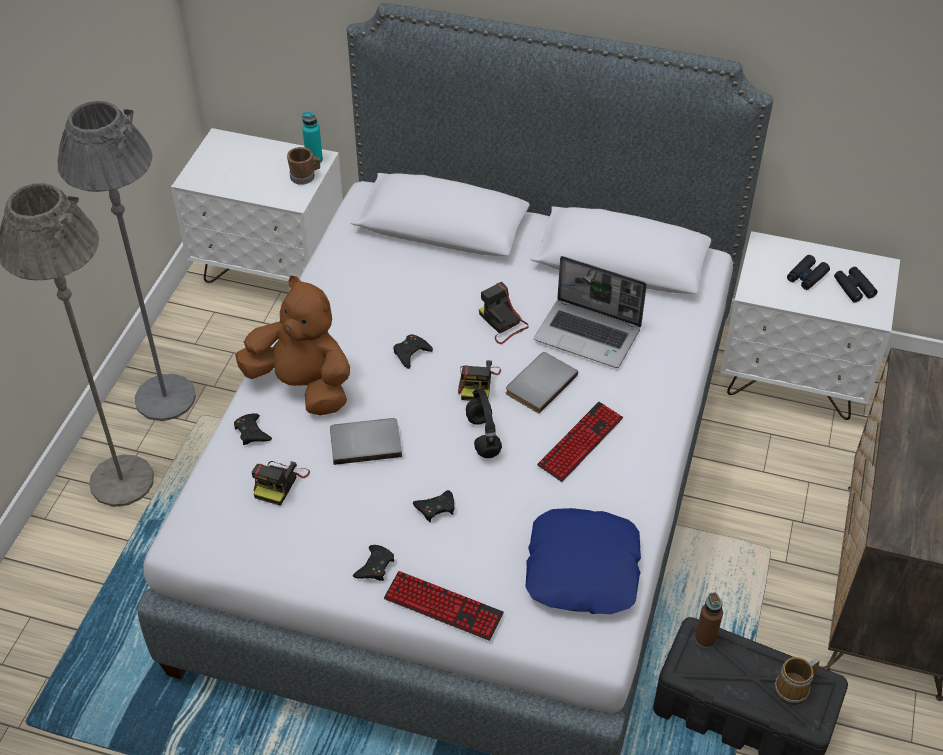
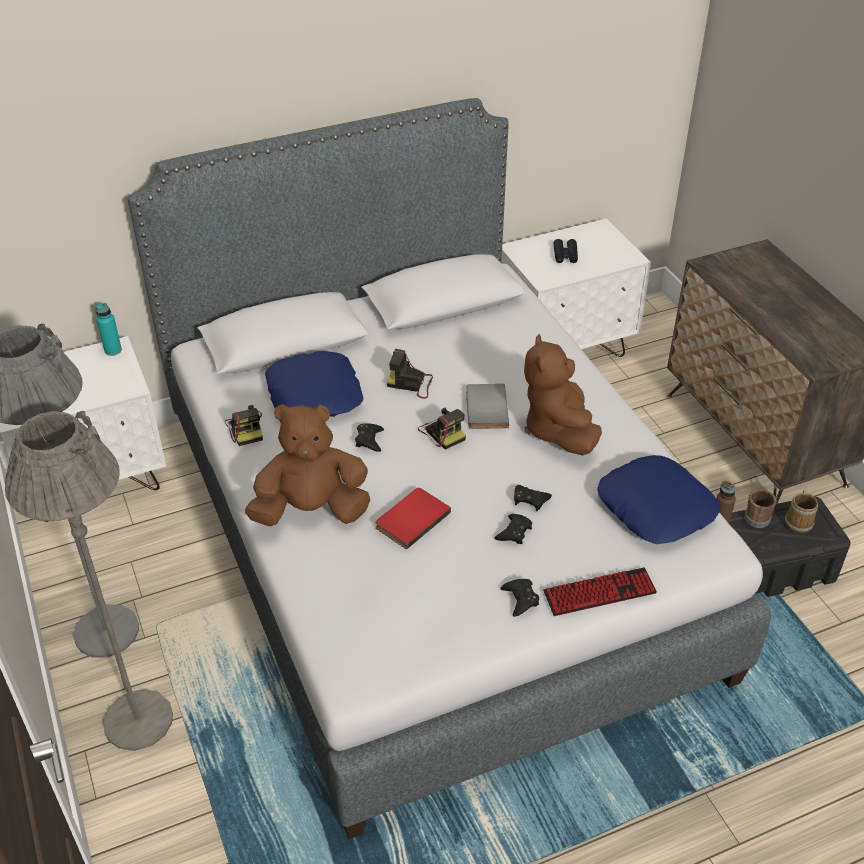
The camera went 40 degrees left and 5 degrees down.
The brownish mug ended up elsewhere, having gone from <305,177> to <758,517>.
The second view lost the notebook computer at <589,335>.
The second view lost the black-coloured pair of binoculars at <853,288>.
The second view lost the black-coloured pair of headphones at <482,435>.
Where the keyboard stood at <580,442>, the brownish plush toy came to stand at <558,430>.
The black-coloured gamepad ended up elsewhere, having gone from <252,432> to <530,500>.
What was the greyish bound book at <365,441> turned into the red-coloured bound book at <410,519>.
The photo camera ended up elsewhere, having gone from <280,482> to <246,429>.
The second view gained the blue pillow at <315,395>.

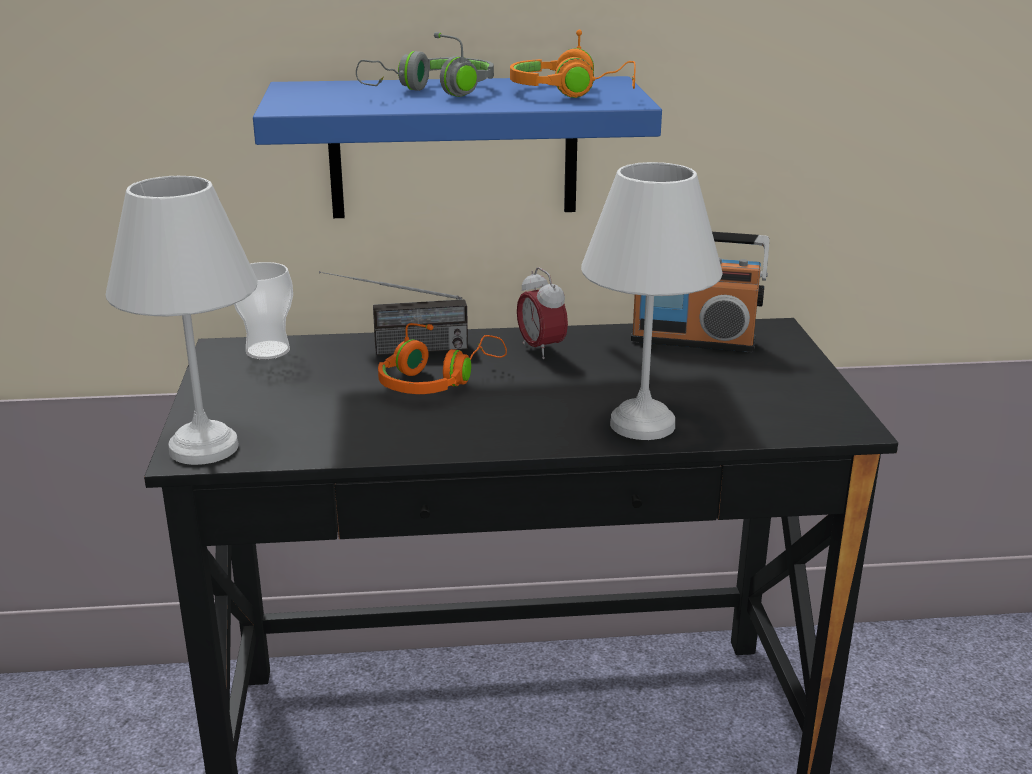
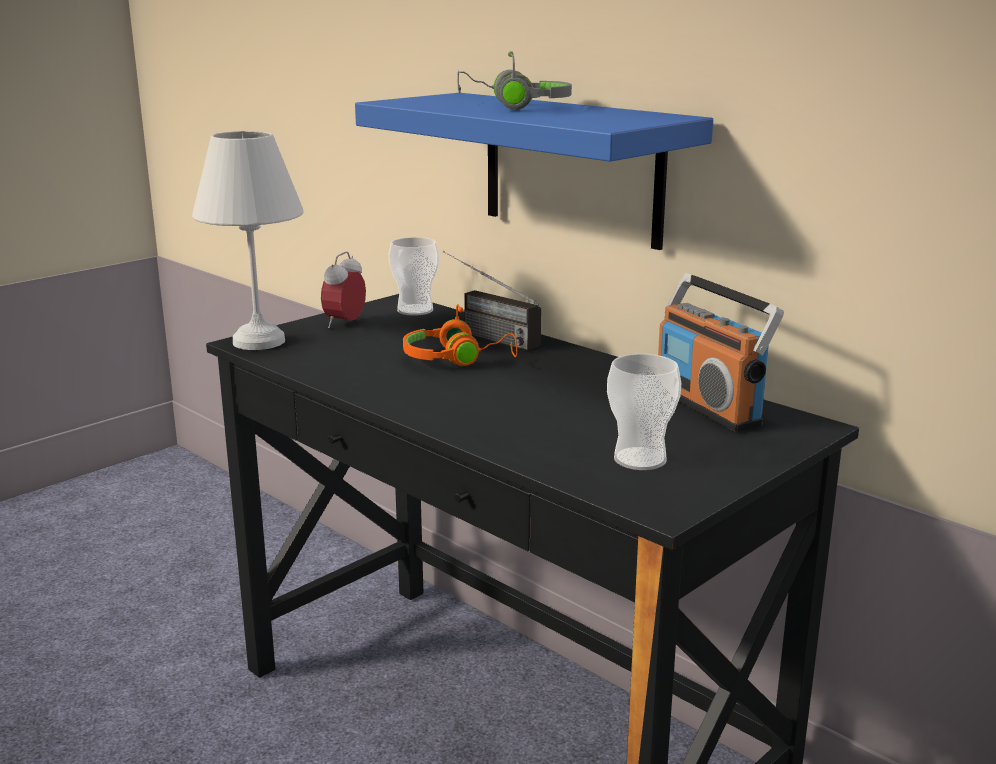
The camera went 50 degrees right and 5 degrees down.
The second view lost the orange-coloured pair of headphones at <571,92>.
The second view lost the white-coloured lamp for a table at <646,424>.
The bedside clock ended up elsewhere, having gone from <541,349> to <345,324>.
The second view gained the cup at <640,459>.

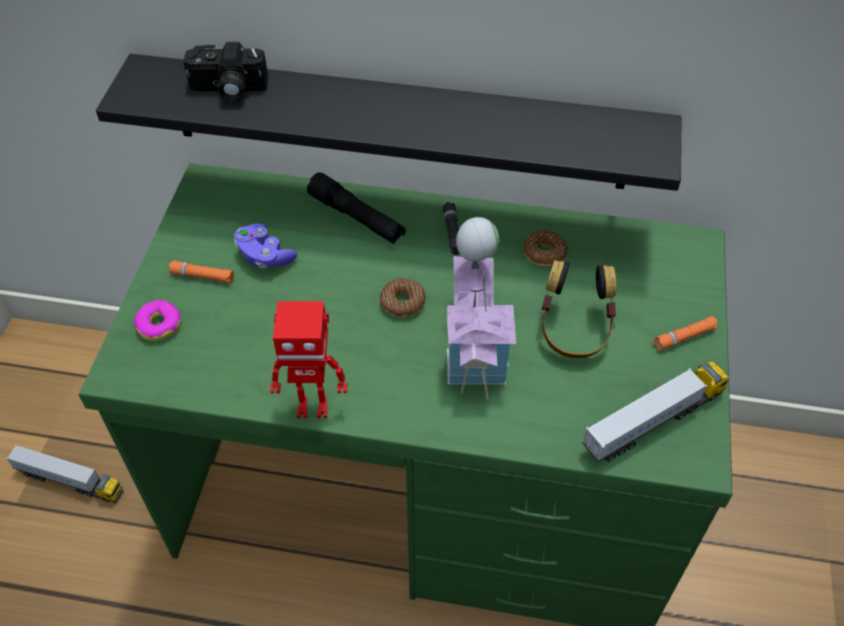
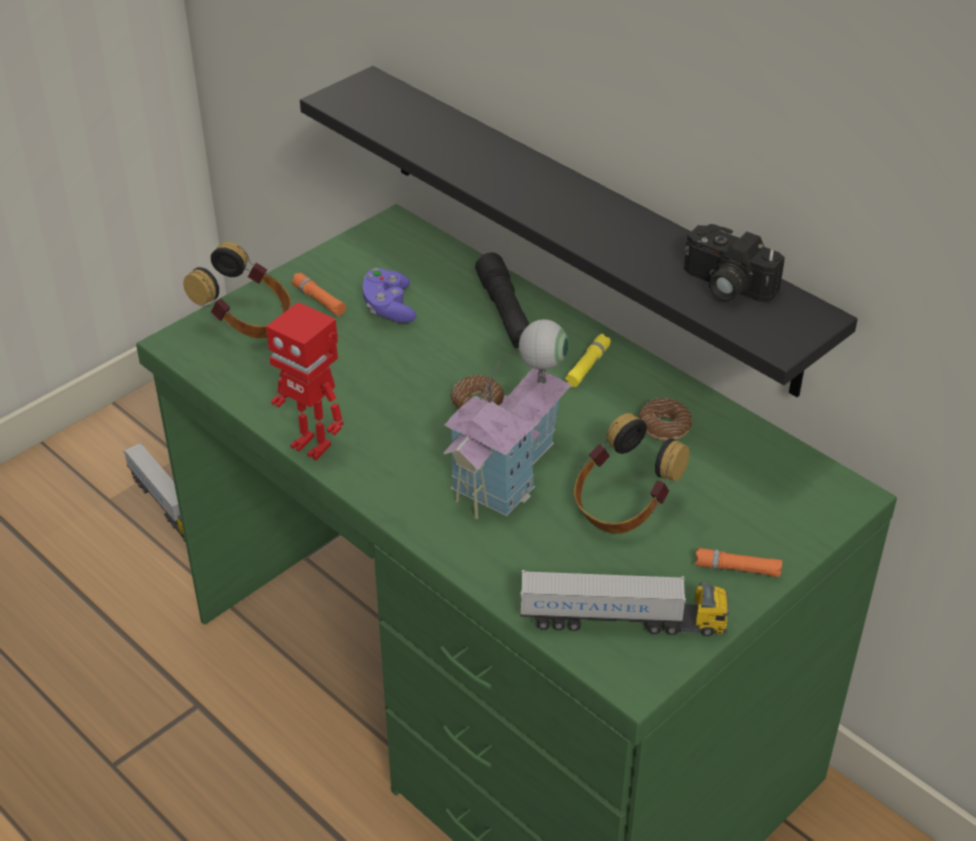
The camera went 35 degrees right and 10 degrees down.
The photo camera ended up elsewhere, having gone from <227,89> to <725,286>.
What was the black-coloured torch at <452,232> turned into the yellow torch at <587,366>.
Where the doughnut stood at <159,325>, the pair of headphones came to stand at <246,321>.

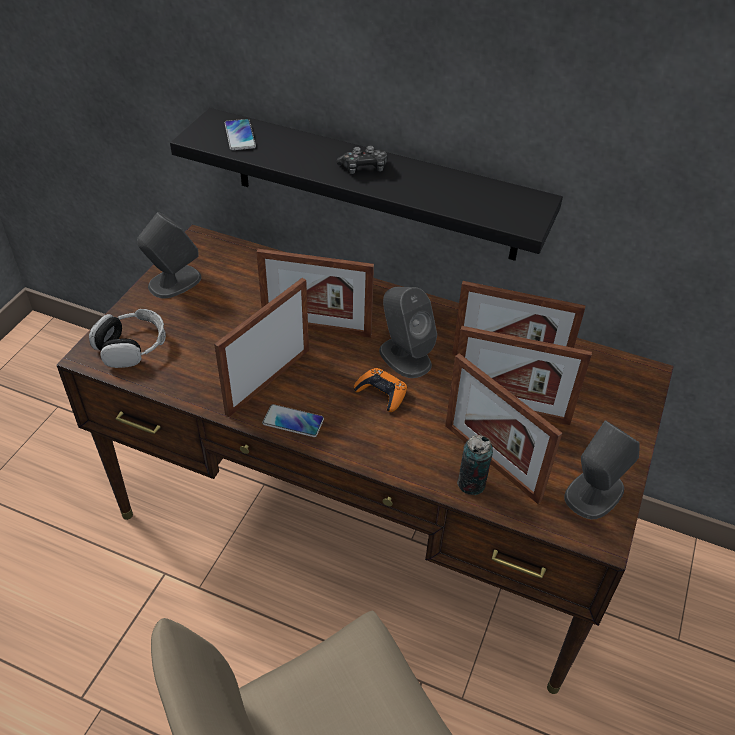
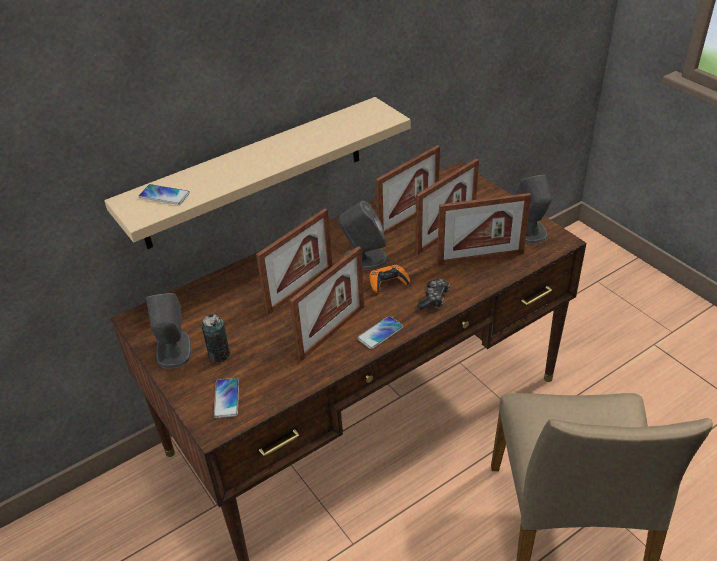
The camera went 55 degrees left and 5 degrees down.
What was the black-coloured wall shelf at <374,185> turned into the sand-coloured wall shelf at <254,173>.
The gamepad ended up elsewhere, having gone from <364,168> to <434,298>.
The standing frame at <268,381> ended up facing another way, 120 degrees counterclockwise from before.
Where the pair of headphones stood at <131,346>, the telephone came to stand at <226,398>.
The sealed can ended up elsewhere, having gone from <471,484> to <219,355>.

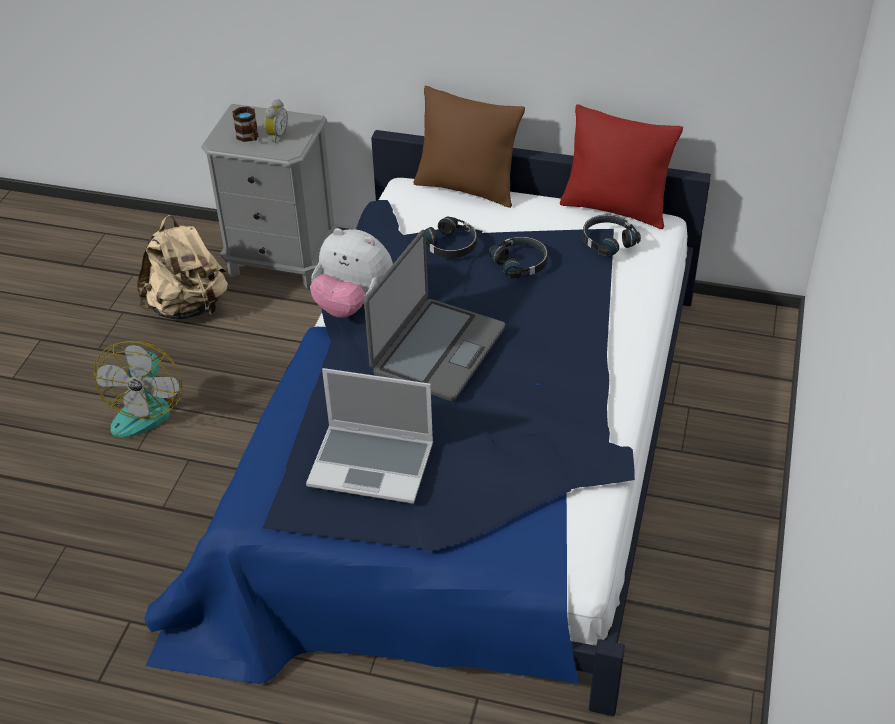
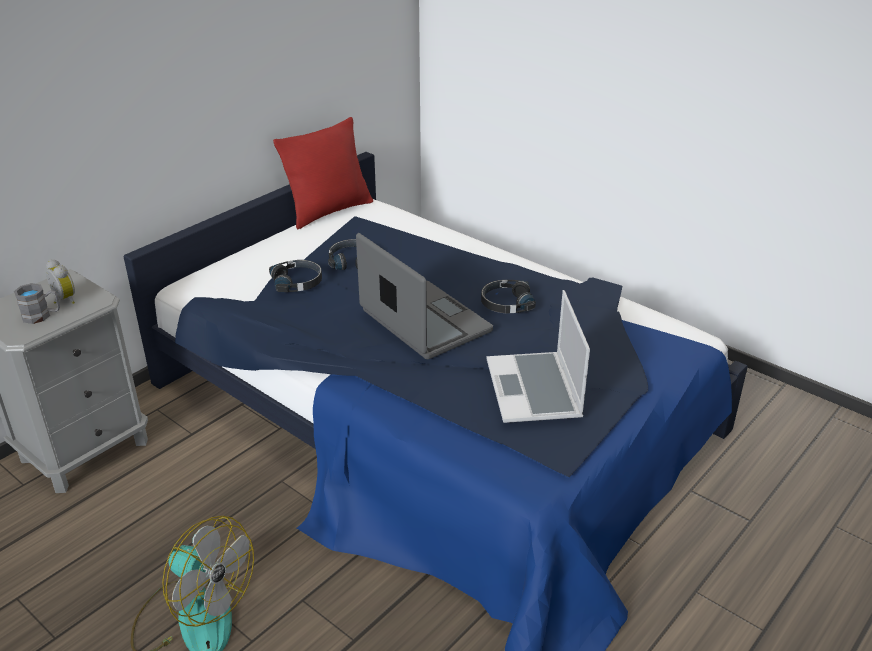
The camera went 65 degrees left and 10 degrees down.
The second view lost the brownish pillow at <467,188>.
What was the brownish mug at <249,137> turned into the greyish mug at <42,316>.
The second view lost the sand-coloured backpack at <188,307>.
The black-coloured pair of headphones ended up elsewhere, having gone from <607,240> to <506,303>.
The second view lost the plush toy at <353,304>.
The notebook computer at <373,464> ended up facing another way, 135 degrees clockwise from before.

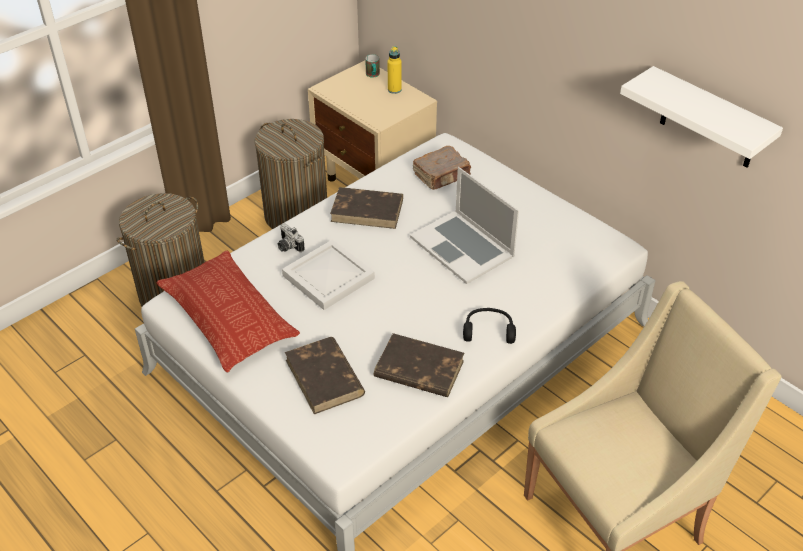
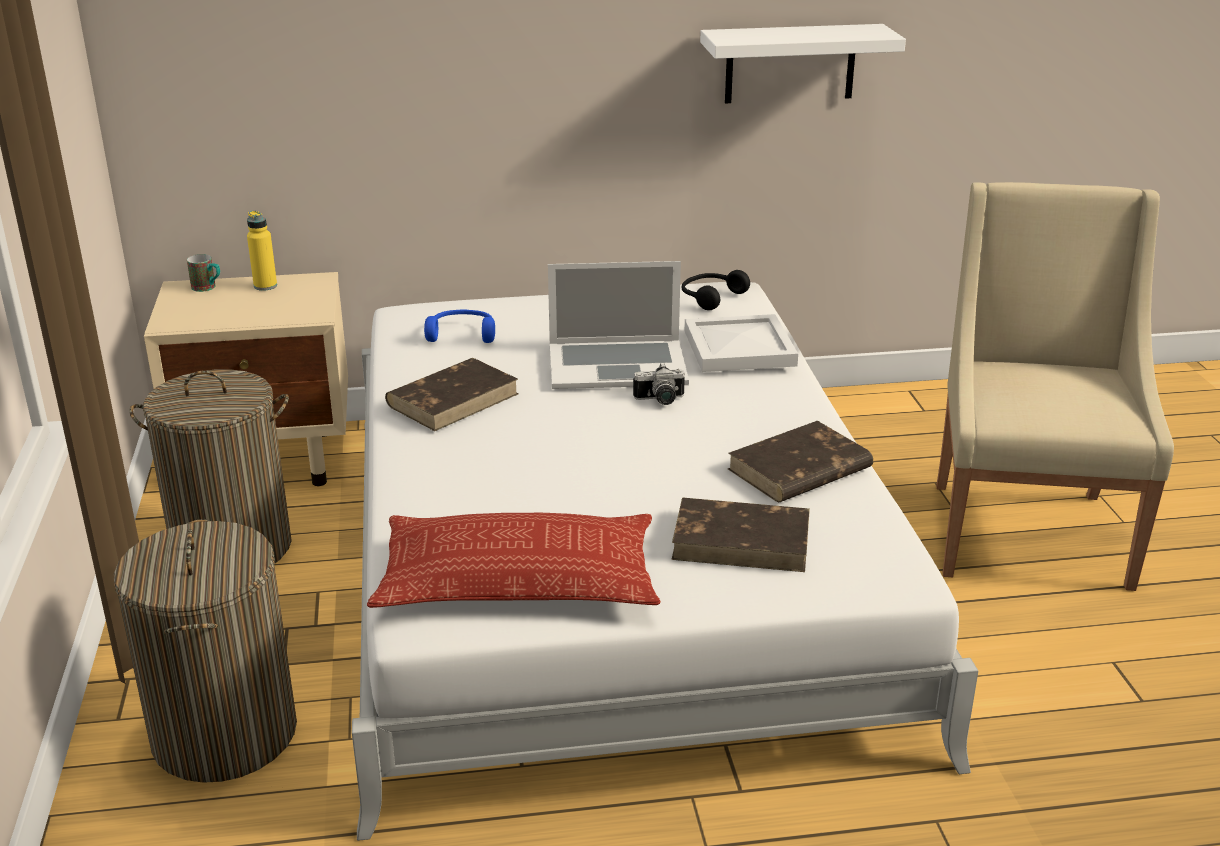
The camera went 55 degrees left and 15 degrees down.
Where the brownish bound book stood at <442,176>, the blue pair of headphones came to stand at <462,334>.
The photo camera ended up elsewhere, having gone from <288,246> to <660,400>.
The white-coloured tray ended up elsewhere, having gone from <328,276> to <737,347>.
The black-coloured pair of headphones ended up elsewhere, having gone from <488,330> to <710,297>.

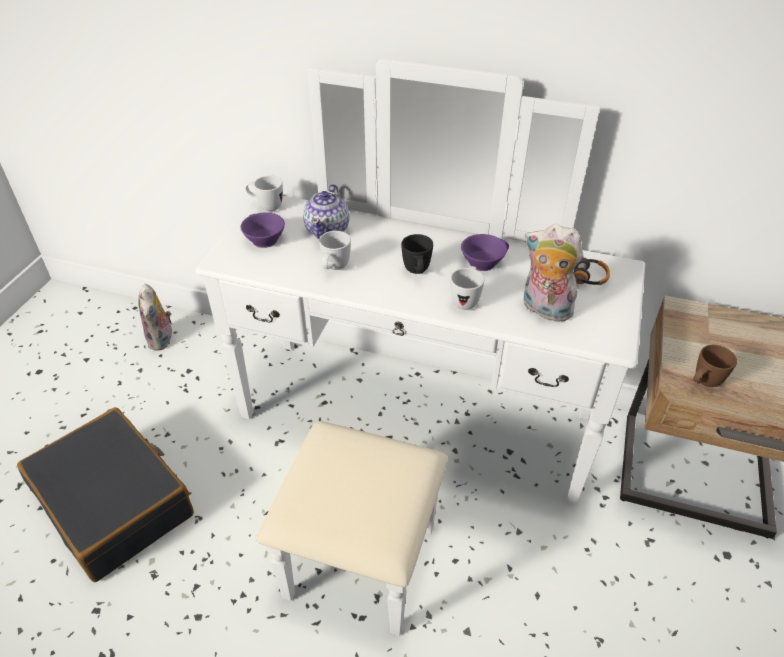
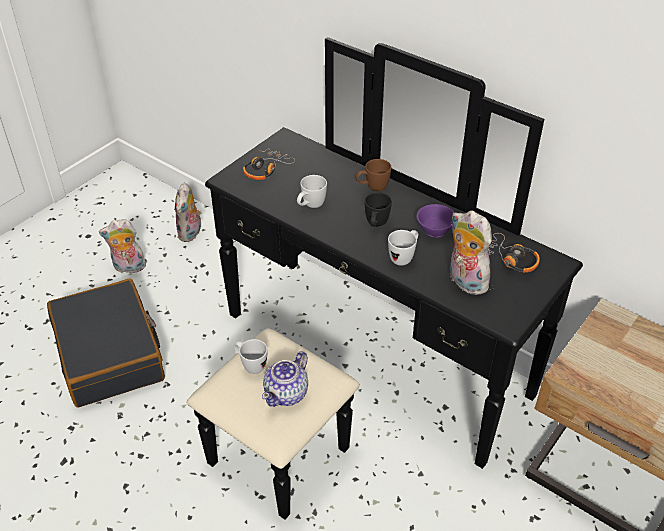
The camera went 20 degrees right and 0 degrees up.
What was the white-coloured drawer chest at <406,445> turned into the black-coloured drawer chest at <356,375>.
The white-coloured mug ended up elsewhere, having gone from <266,206> to <250,365>.
The tea pot ended up elsewhere, having gone from <328,230> to <287,393>.
Where the purplish cup stood at <262,240>, the pair of headphones came to stand at <266,169>.
The brownish mug ended up elsewhere, having gone from <703,383> to <372,188>.
The second view gained the plush toy at <128,268>.

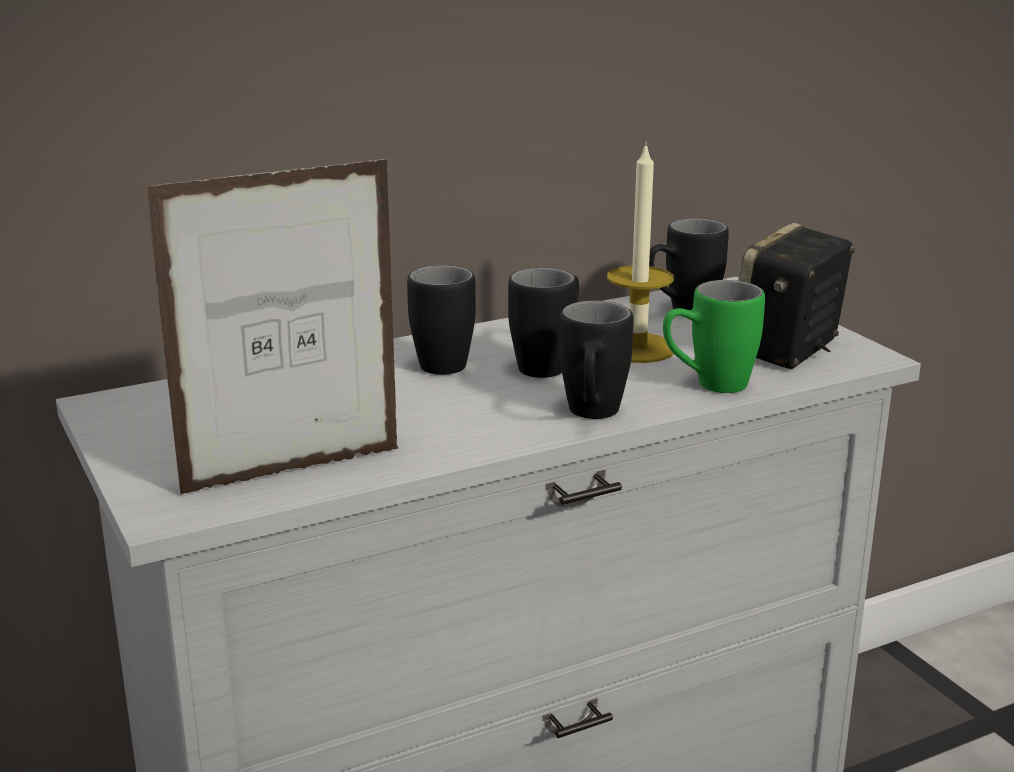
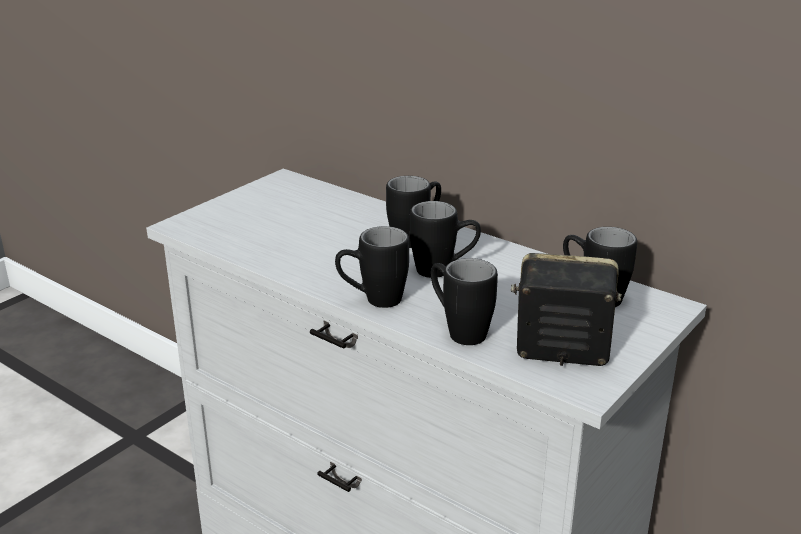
The camera went 65 degrees right and 5 degrees up.
The second view lost the candle at <637,348>.
The second view lost the standing frame at <293,471>.
What was the greenish mug at <707,386> turned into the black-coloured mug at <458,330>.

